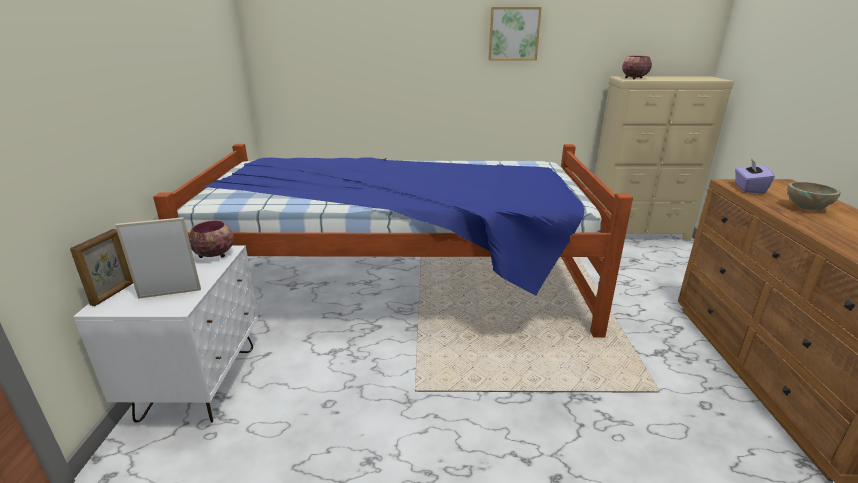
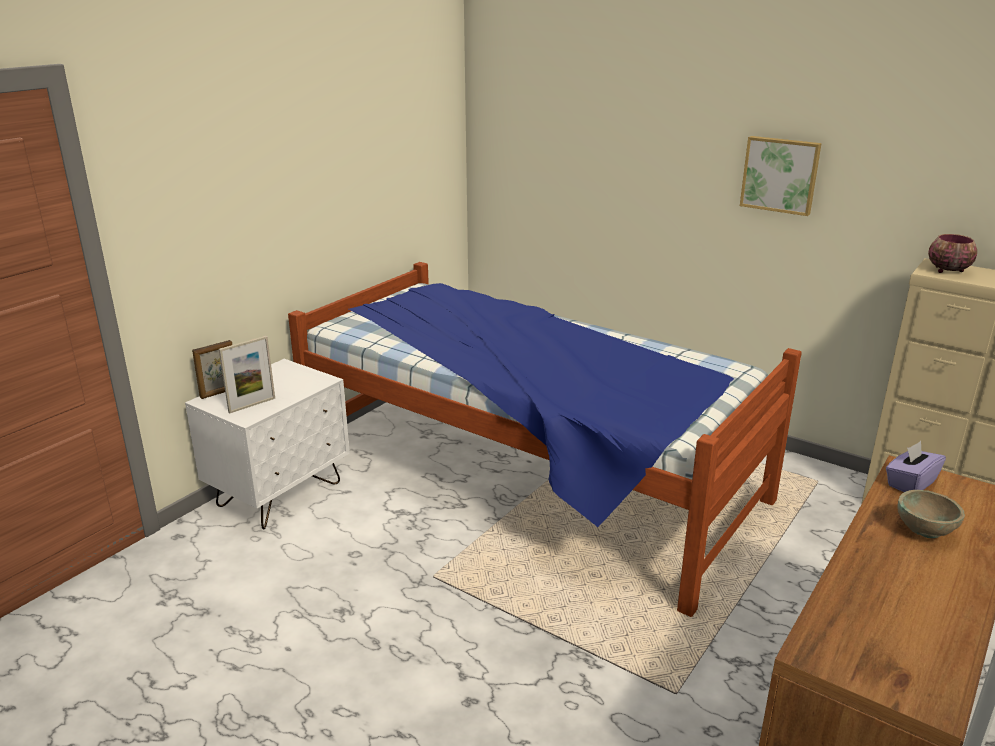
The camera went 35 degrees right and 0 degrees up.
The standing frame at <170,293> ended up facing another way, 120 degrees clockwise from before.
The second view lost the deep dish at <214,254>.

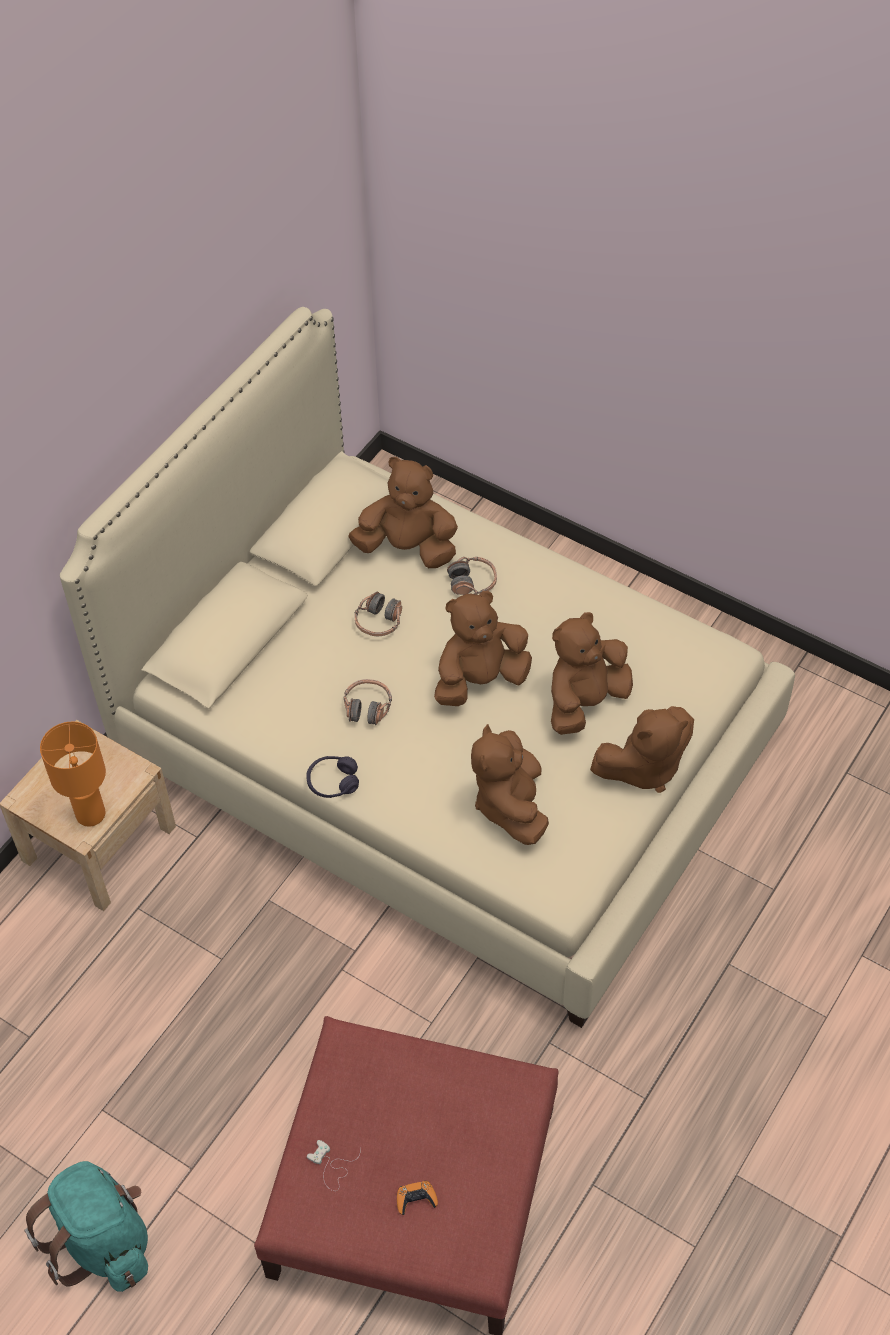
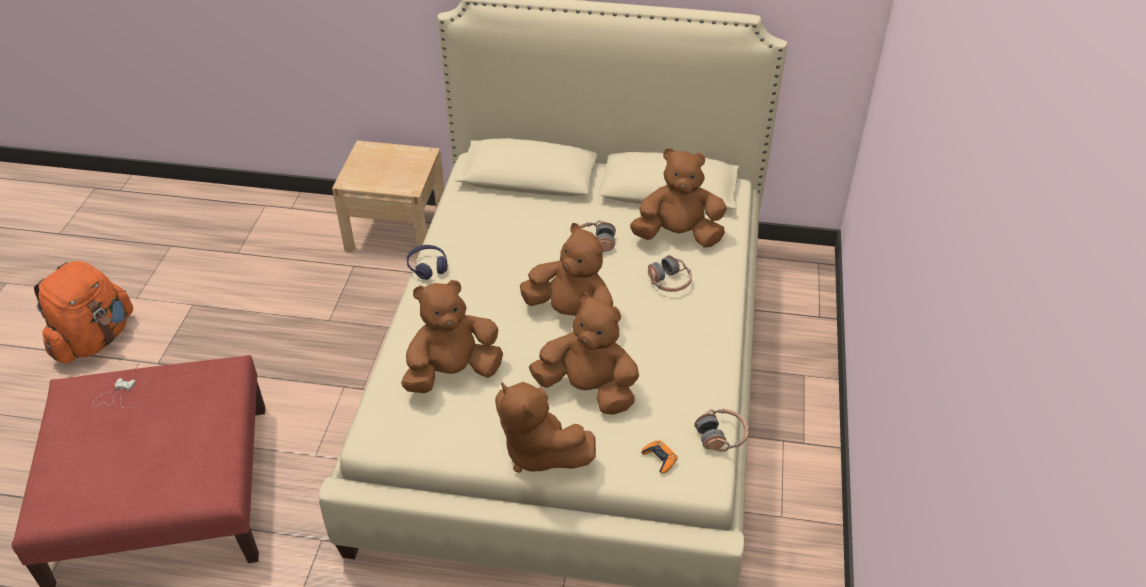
The camera went 65 degrees right and 10 degrees down.
The brownish plush toy at <407,548> ended up facing another way, 75 degrees counterclockwise from before.
The pair of headphones ended up elsewhere, having gone from <367,707> to <721,436>.
The second view lost the orange-coloured lamp for a table at <91,815>.
What was the turquoise backpack at <102,1241> turned into the orange-coloured backpack at <95,339>.
The orange-coloured gamepad ended up elsewhere, having gone from <416,1199> to <659,458>.

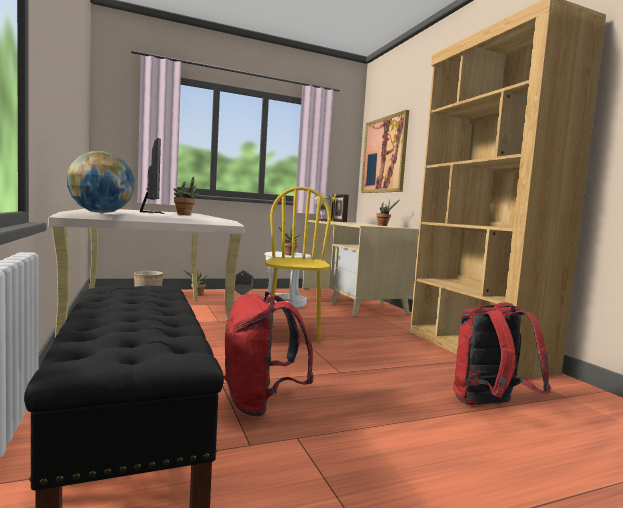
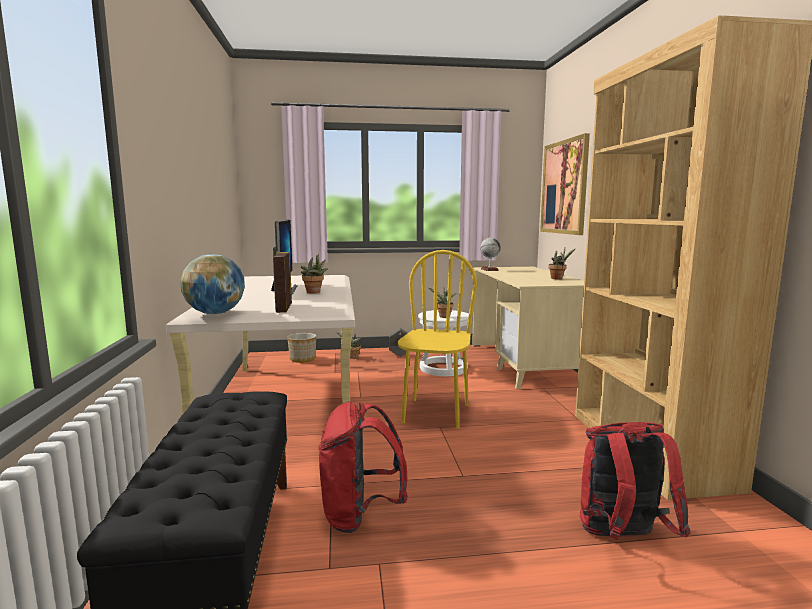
The camera went 15 degrees right and 5 degrees up.
The standing frame ended up elsewhere, having gone from <338,222> to <283,308>.

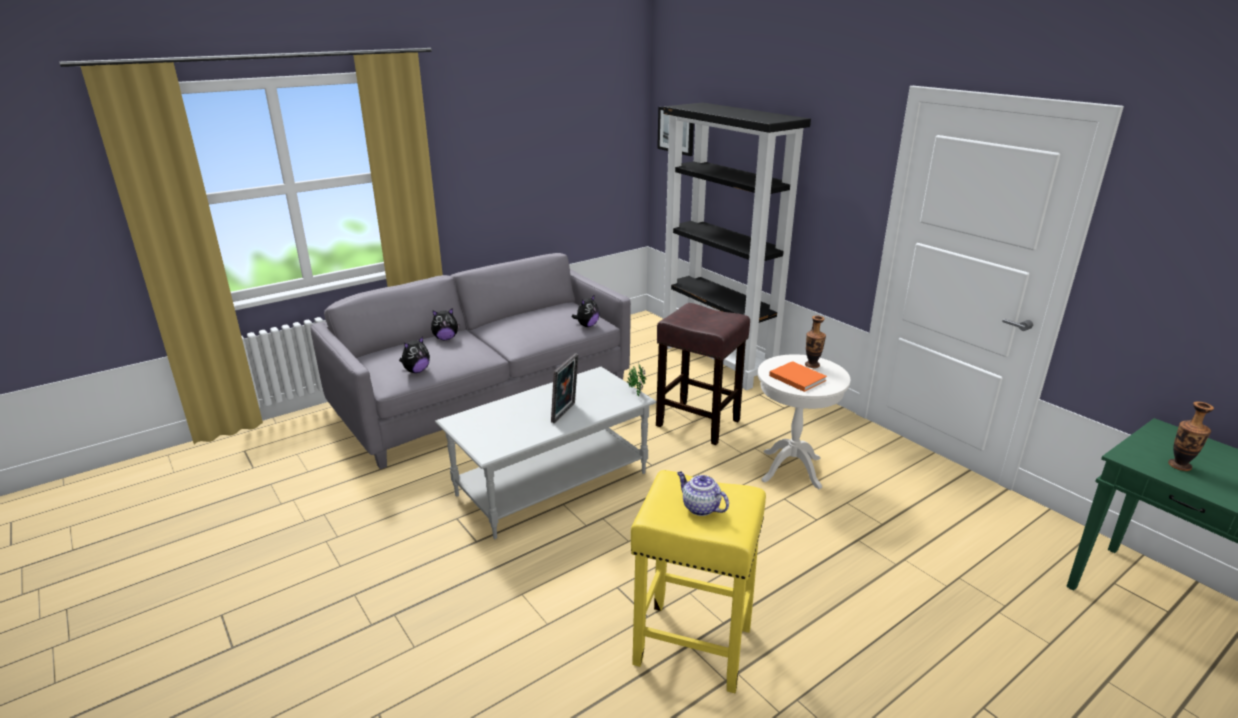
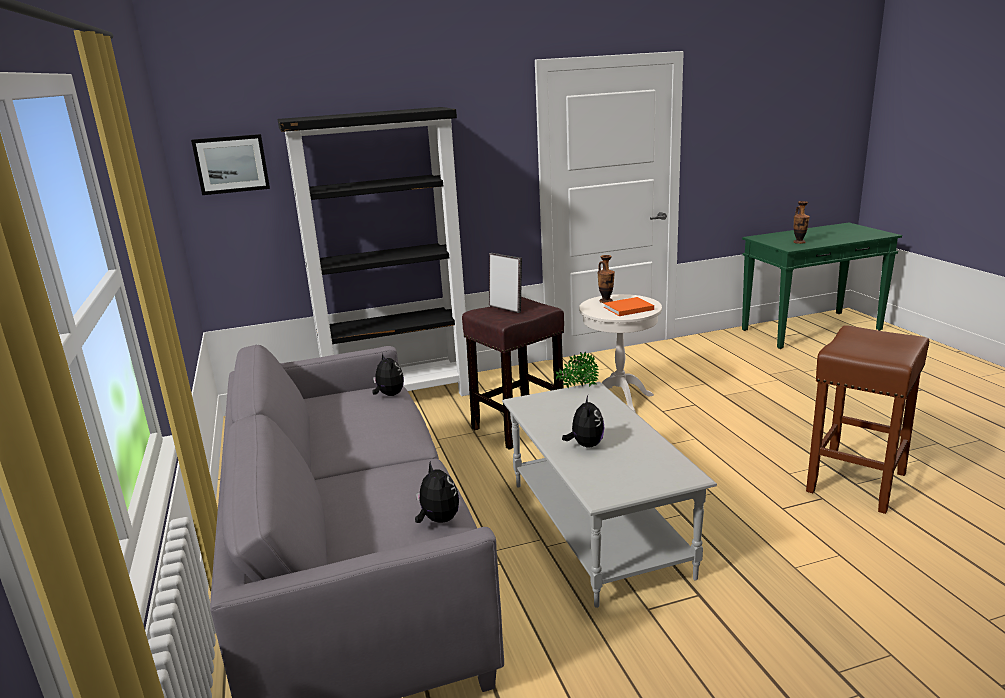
The camera went 70 degrees left and 5 degrees down.
The plush toy ended up elsewhere, having gone from <446,338> to <585,445>.
The standing frame ended up elsewhere, having gone from <565,413> to <506,308>.
What was the yellow stool seat at <690,645> turned into the brownish stool seat at <856,483>.
The second view lost the tea pot at <700,507>.

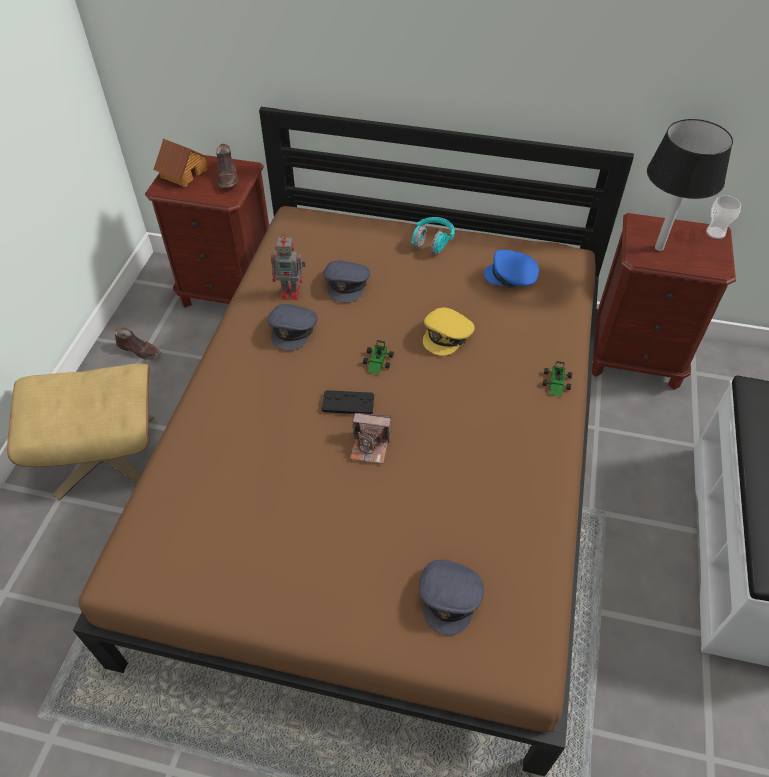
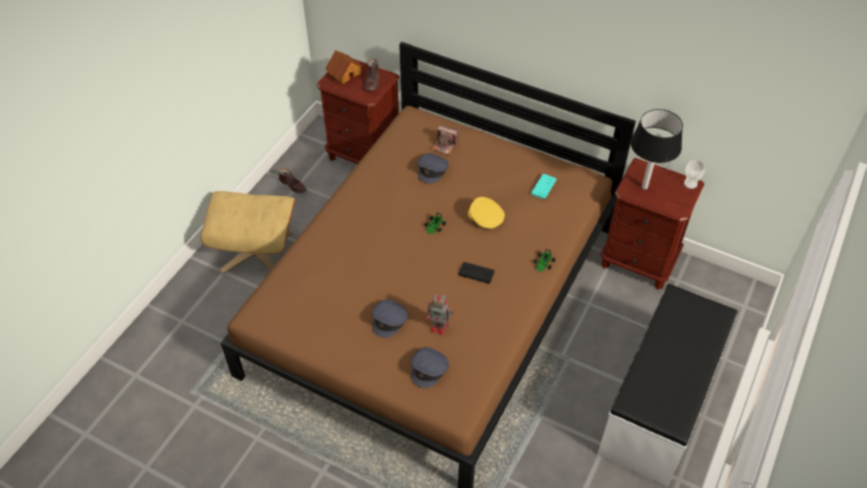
The camera went 15 degrees right and 0 degrees up.
The second view lost the turquoise pair of headphones at <432,242>.
The model robot ended up elsewhere, having gone from <291,292> to <440,327>.
Where the blue peaked cap stood at <511,277>, the turquoise gamepad came to stand at <543,187>.
The greyish peaked cap ended up elsewhere, having gone from <293,329> to <389,320>.
The yellow peaked cap at <447,335> ended up facing another way, 90 degrees clockwise from before.
The black-coloured gamepad ended up elsewhere, having gone from <348,403> to <476,273>.
The photo camera ended up elsewhere, having gone from <370,446> to <444,145>.

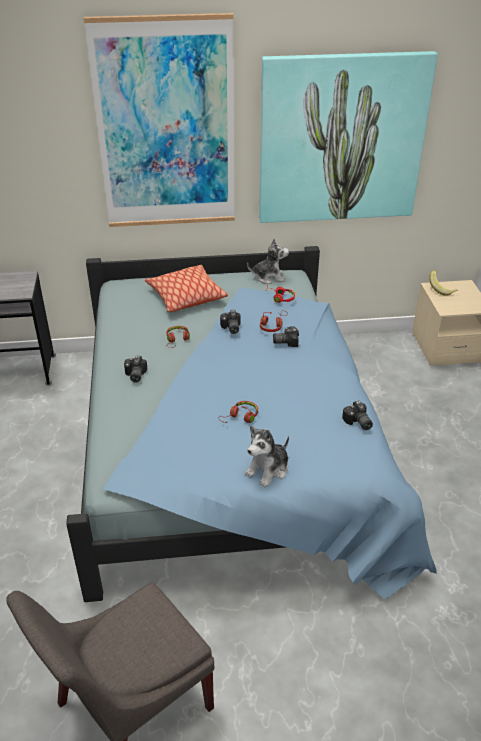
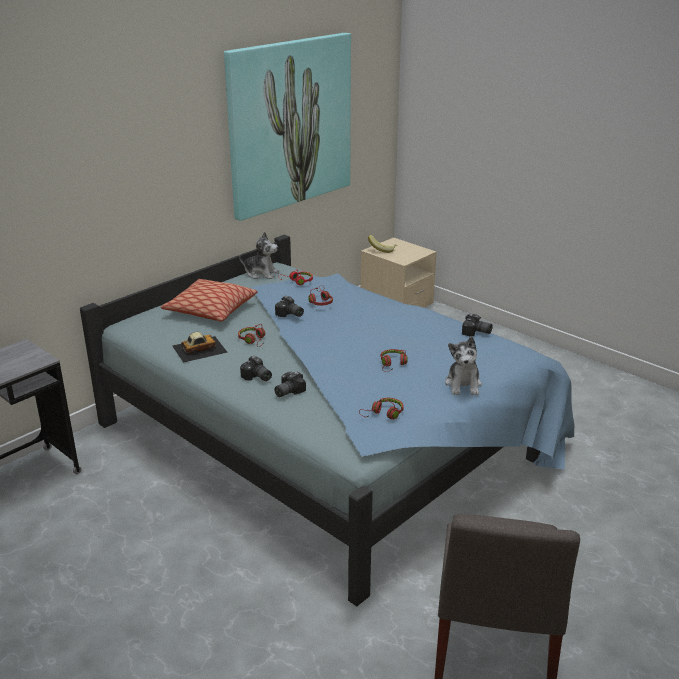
The camera went 40 degrees left and 10 degrees down.
The second view lost the wall art at <166,127>.
The plush toy at <269,277> ended up facing another way, 60 degrees clockwise from before.
The photo camera ended up elsewhere, having gone from <285,341> to <287,391>.
The second view gained the miniature car at <199,349>.
The second view gained the red-coloured pair of headphones at <383,414>.

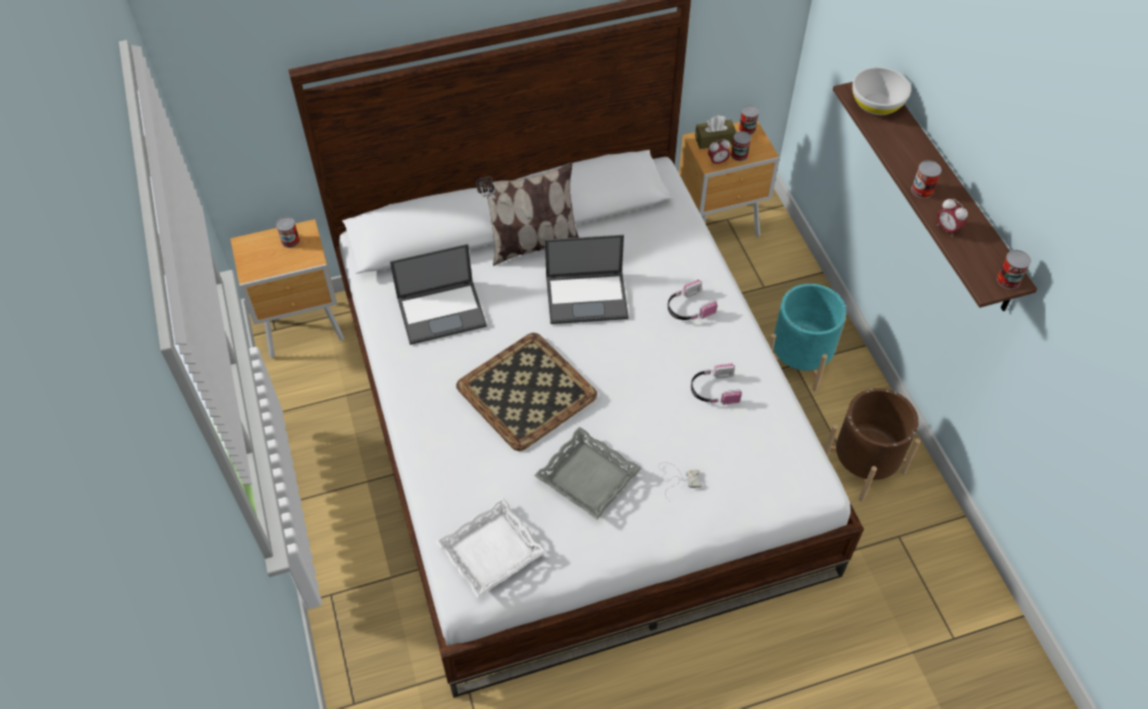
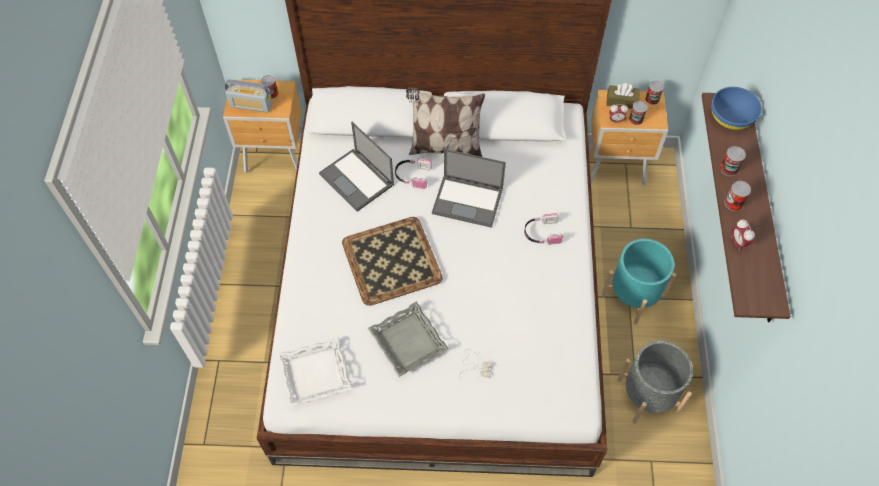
The camera went 20 degrees right and 5 degrees up.
What was the white-coloured deep dish at <876,104> turned into the blue deep dish at <731,118>.
The notebook computer at <442,311> ended up facing another way, 45 degrees clockwise from before.
The sealed can ended up elsewhere, having gone from <1008,280> to <729,168>.
The pair of headphones ended up elsewhere, having gone from <713,390> to <412,175>.
What was the brownish flower pot at <863,465> turned into the greyish flower pot at <648,395>.
The second view gained the radio receiver at <251,105>.

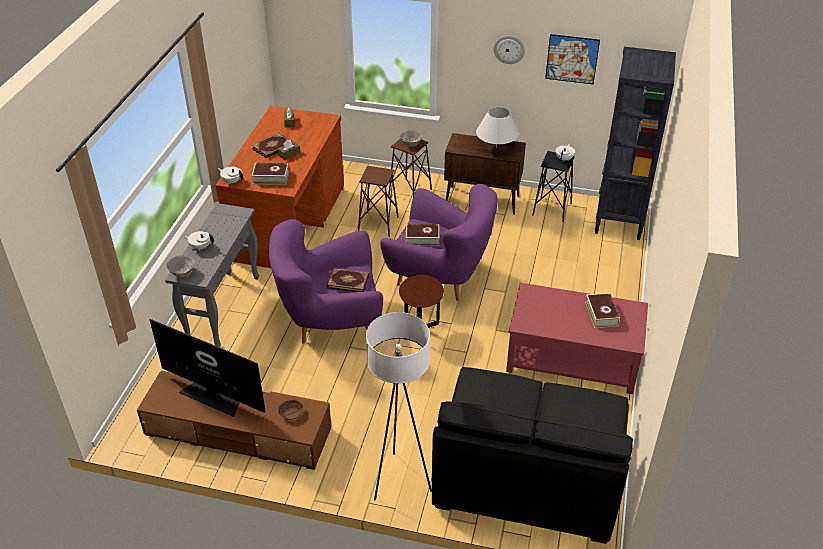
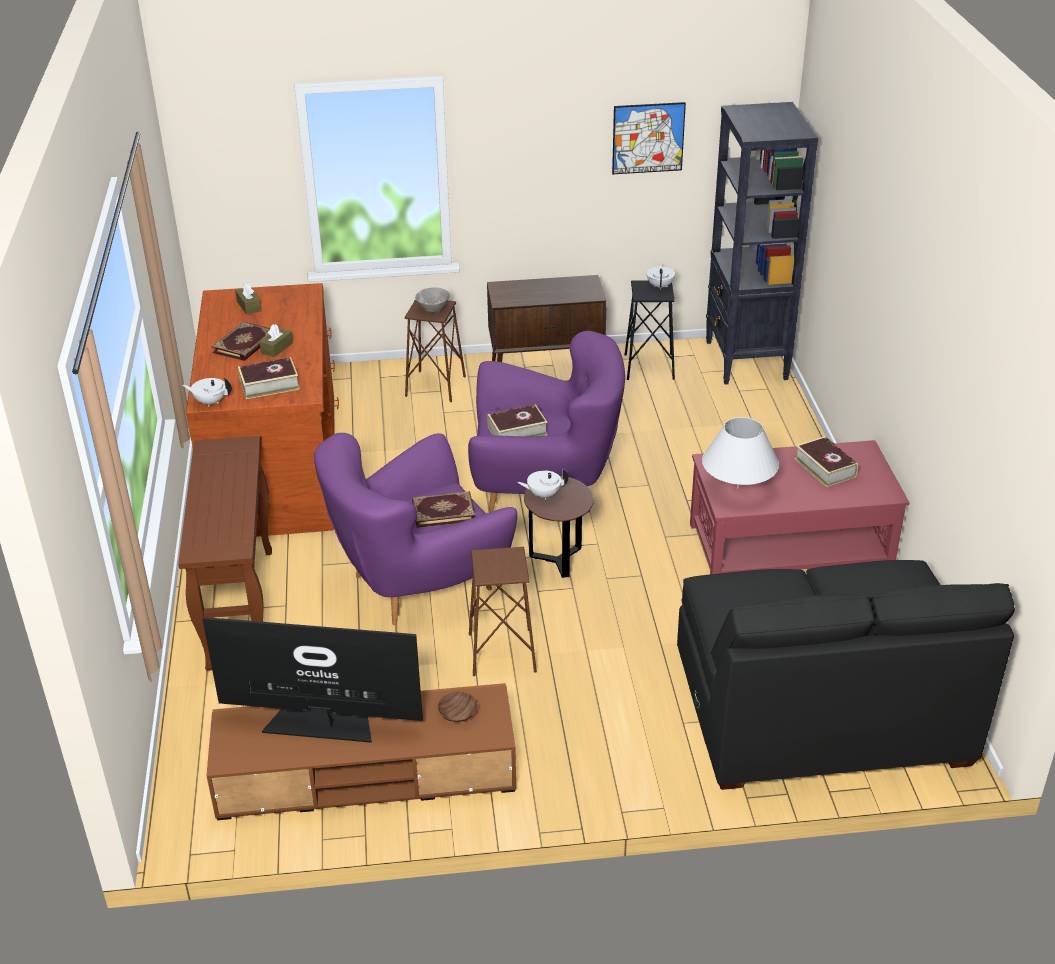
The camera went 20 degrees left and 5 degrees down.
The second view lost the clock on the wall at <509,49>.
The white-coloured lamp for a table ended up elsewhere, having gone from <496,147> to <737,488>.
The brownish stool seat ended up elsewhere, having gone from <378,224> to <502,653>.
What was the greyish hall table at <223,308> turned into the brownish hall table at <240,607>.
The white-coloured tea pot ended up elsewhere, having gone from <200,247> to <543,494>.
The second view lost the greyish deep dish at <182,273>.
The second view lost the white-coloured standard lamp at <400,480>.

